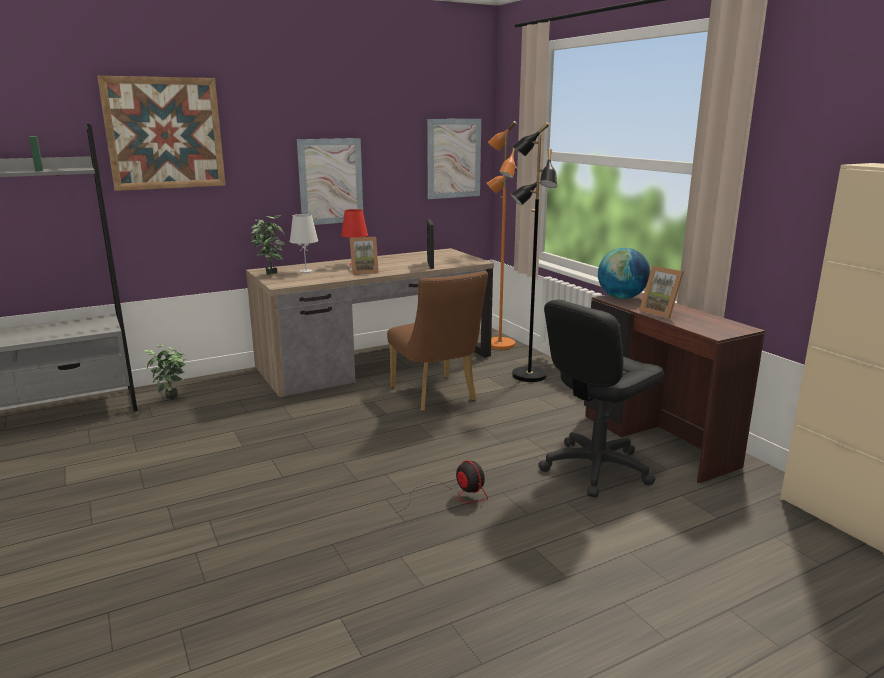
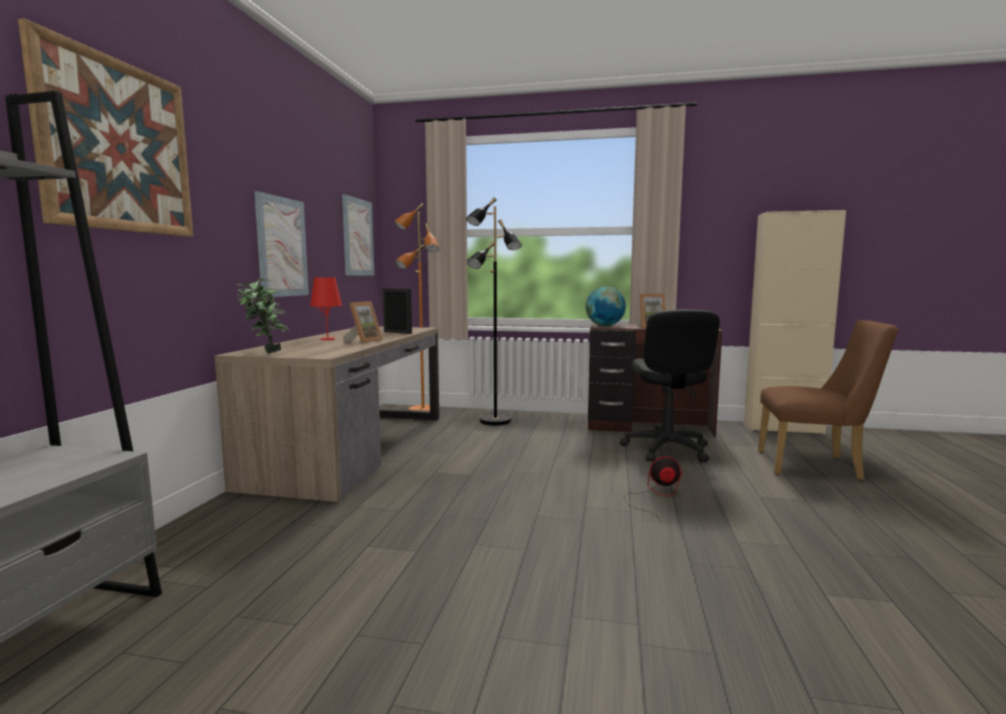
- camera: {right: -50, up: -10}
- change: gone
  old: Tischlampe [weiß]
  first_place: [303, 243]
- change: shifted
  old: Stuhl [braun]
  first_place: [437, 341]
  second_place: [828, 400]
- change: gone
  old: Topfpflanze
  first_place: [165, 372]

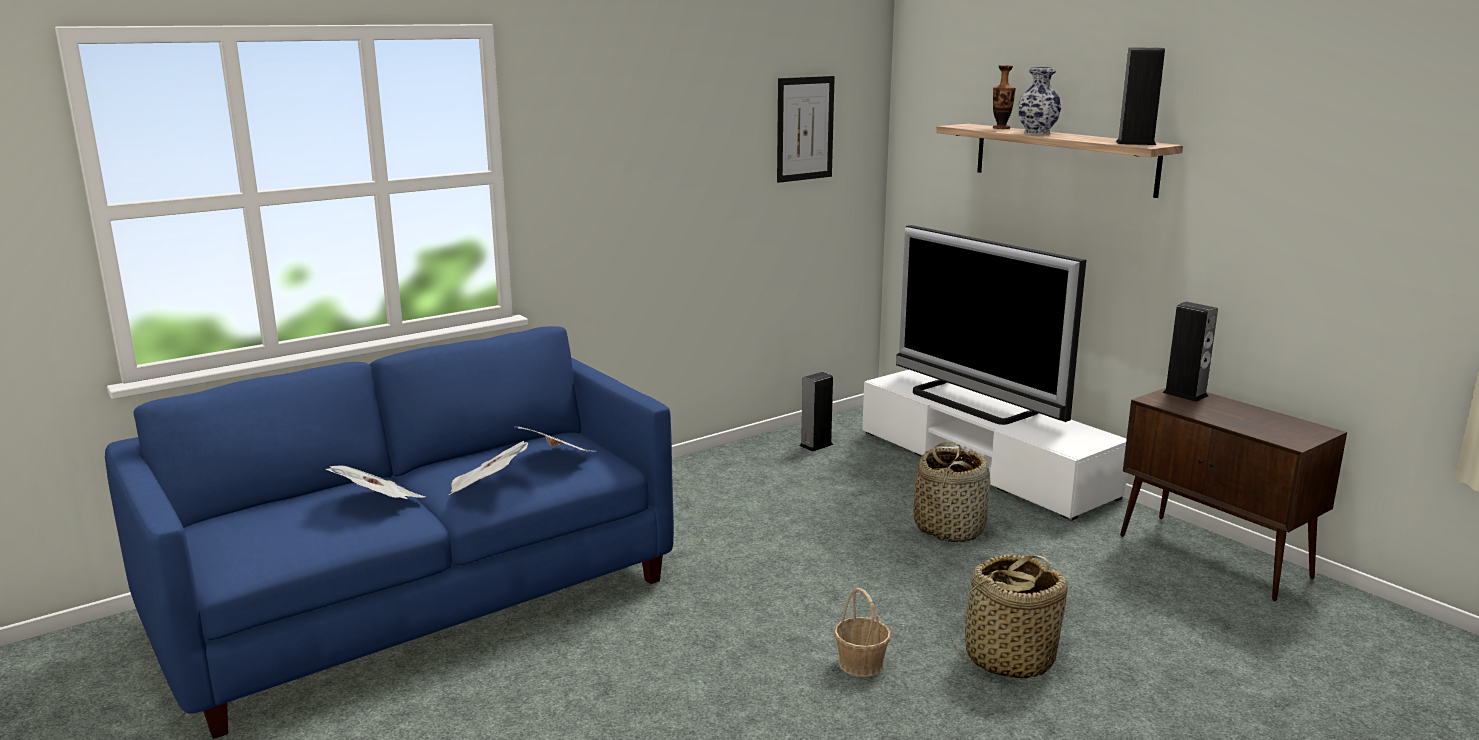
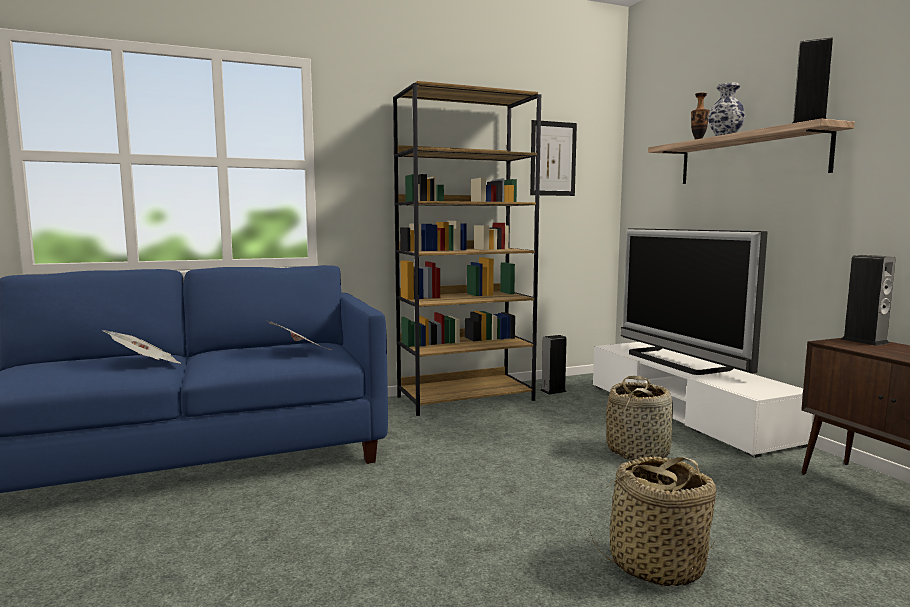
- camera: {right: 15, up: -10}
- change: gone
  old: Zeitung
  first_place: [488, 467]
- change: gone
  old: Korb
  first_place: [862, 632]
- change: new
  new: Bücherregal [braun]
  second_place: [467, 248]

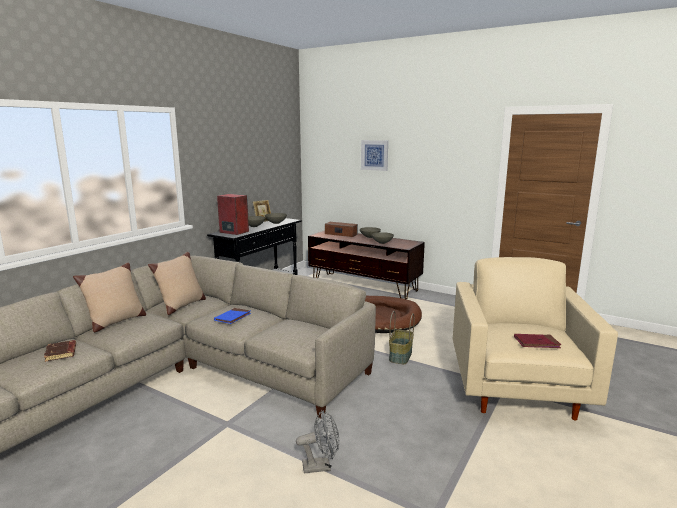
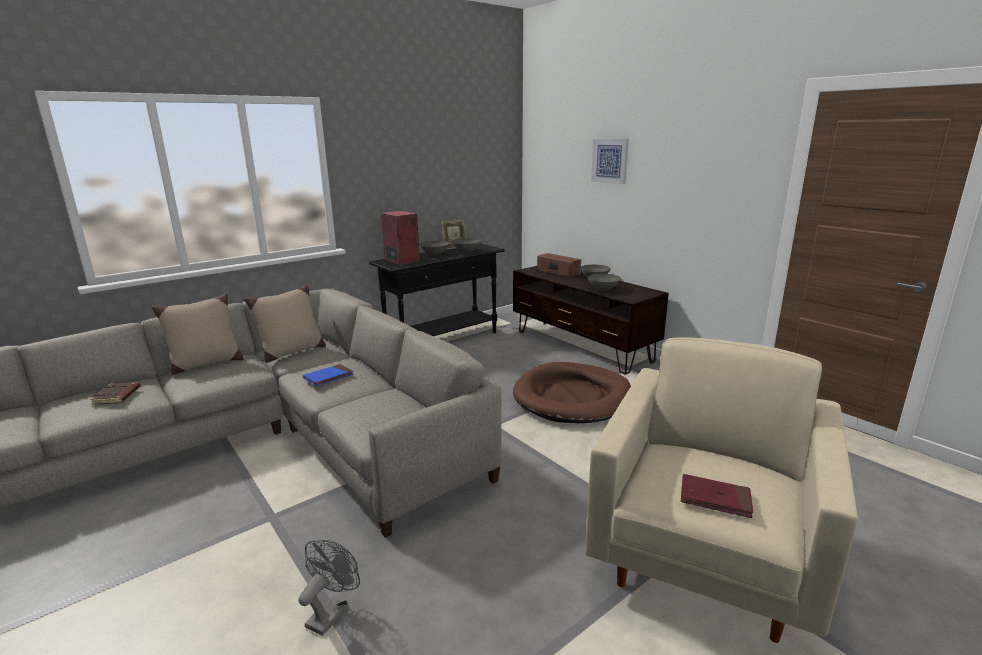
- camera: {right: 20, up: 5}
- change: gone
  old: Korb
  first_place: [402, 337]
- change: rotated
  old: Ventilator [grau]
  first_place: [317, 441]
  second_place: [329, 588]
  degrees: -75

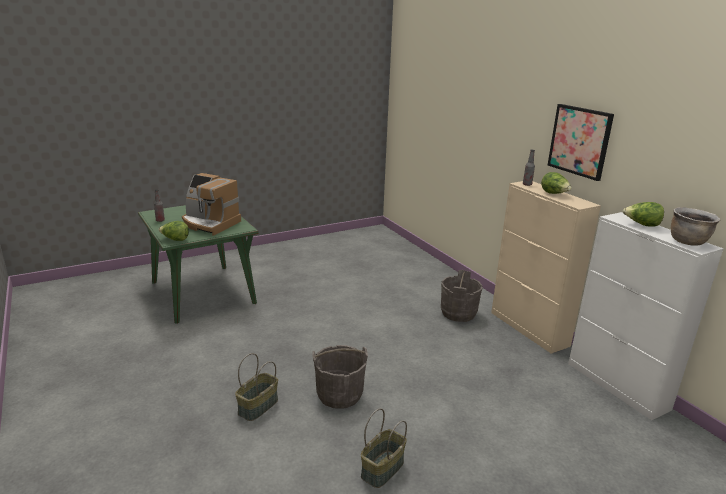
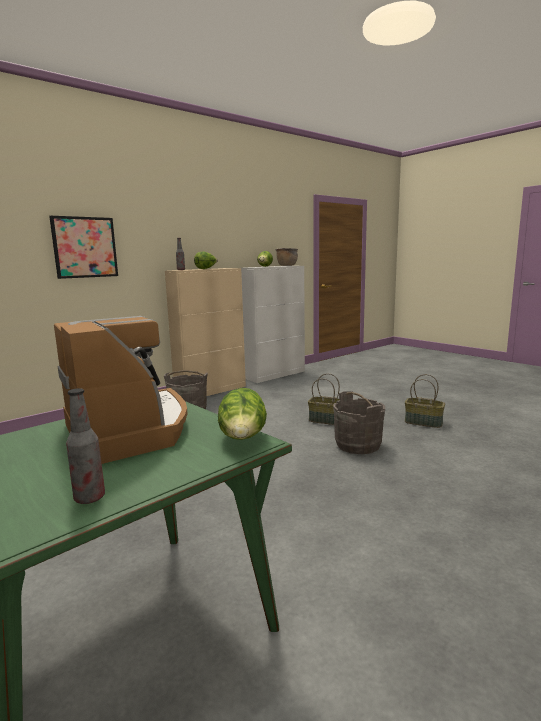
- camera: {right: -100, up: -10}
- change: shifted
  old: Bild
  first_place: [581, 142]
  second_place: [83, 247]
- change: rotated
  old: Kaffeemaschine
  first_place: [211, 204]
  second_place: [121, 390]
  degrees: -45
- change: shifted
  old: Korb
  first_place: [256, 387]
  second_place: [324, 399]

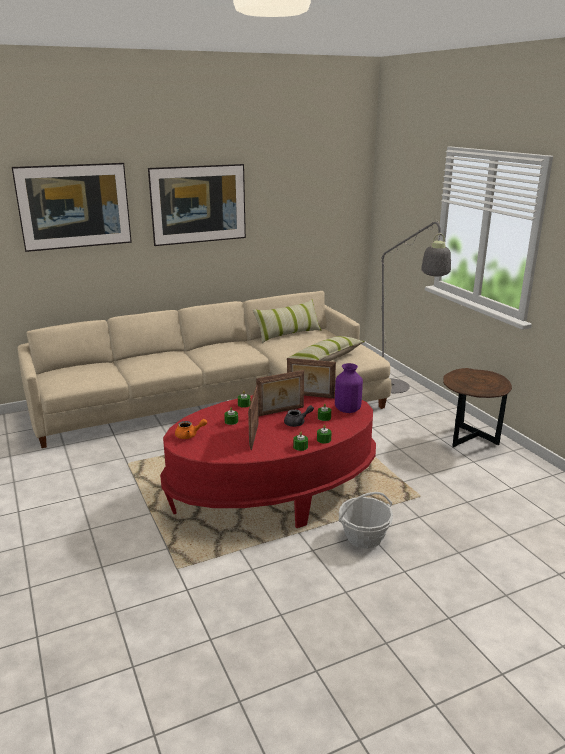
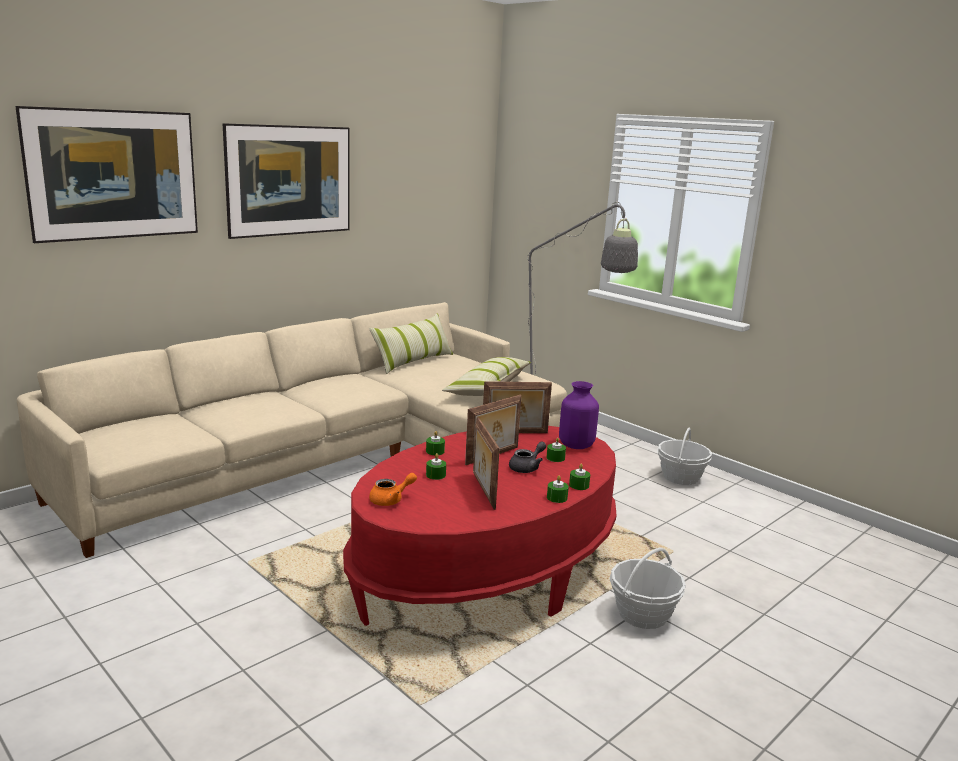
- camera: {right: -20, up: -5}
- change: swapped
  old: Beistelltisch [braun]
  new: Korb
  first_place: [477, 408]
  second_place: [684, 456]

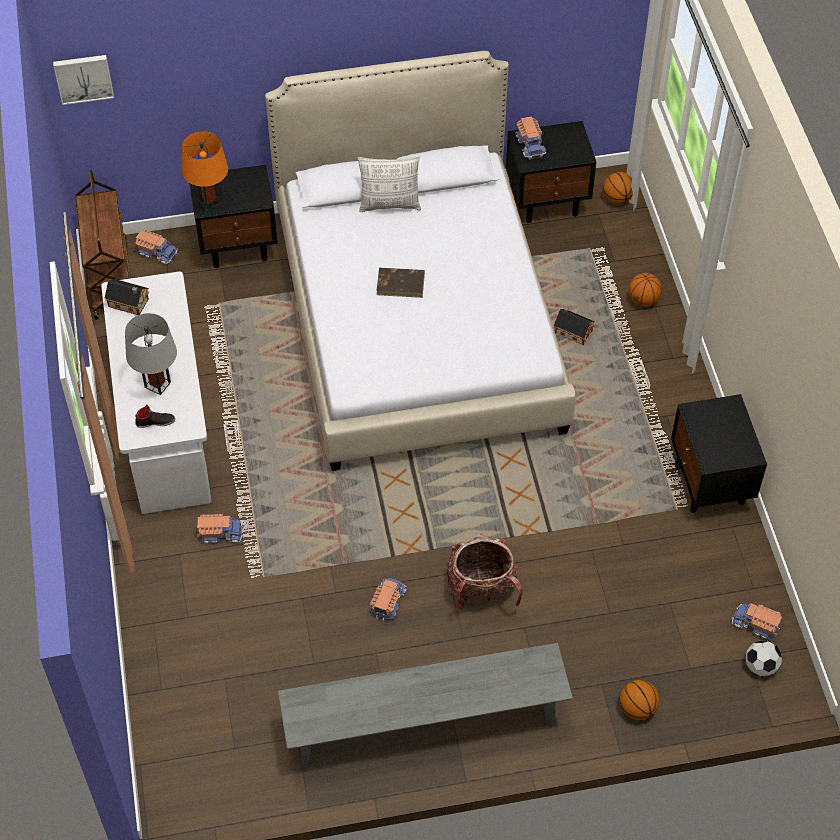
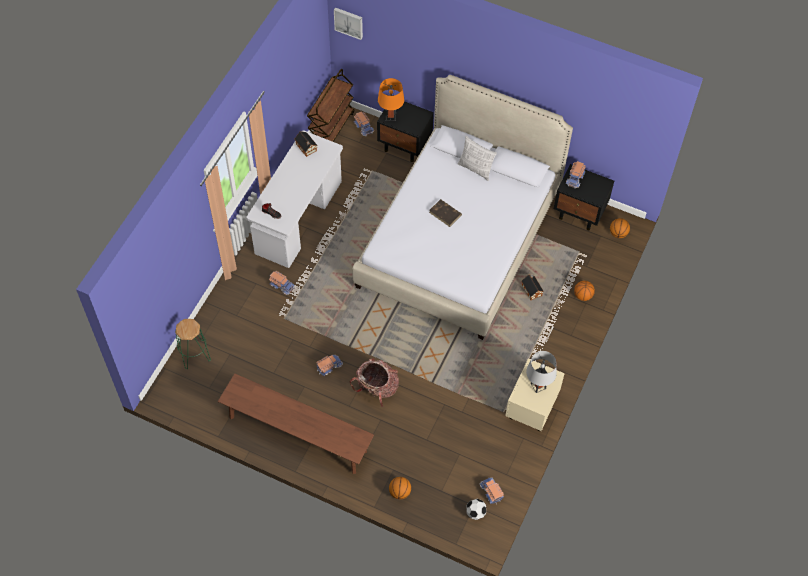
- camera: {right: 35, up: 5}
- change: shifted
  old: Tischlampe [grau]
  first_place: [151, 354]
  second_place: [541, 372]
- change: repainted
  old: Nachttisch [schwarz]
  new: Nachttisch [beige]
  first_place: [719, 453]
  second_place: [535, 395]
- change: repainted
  old: Bank [grau]
  new: Bank [braun]
  first_place: [425, 707]
  second_place: [296, 423]
- change: new
  new: Hocker [grün]
  second_place: [193, 344]

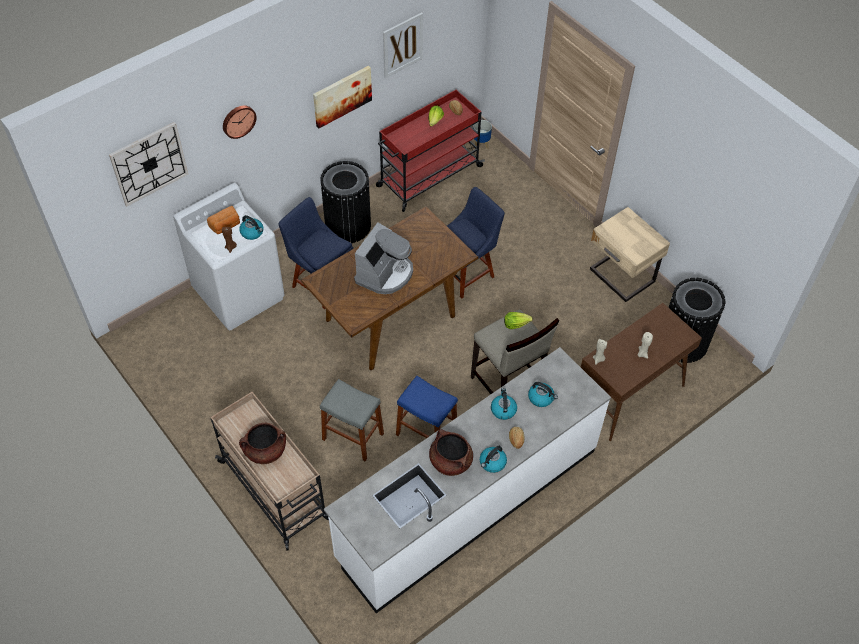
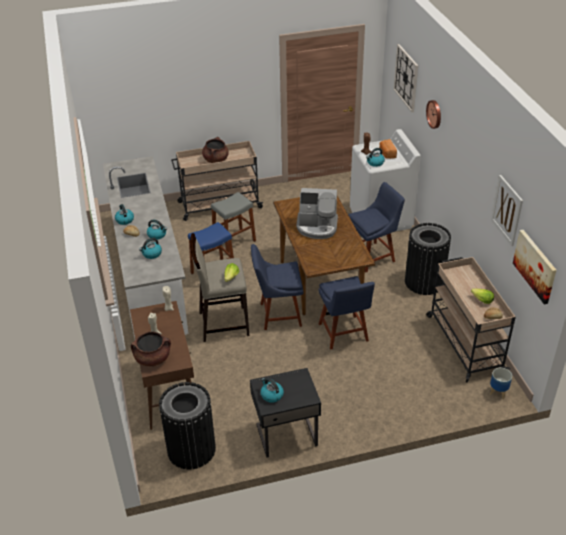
- camera: {right: 115, up: -15}
- change: shifted
  old: Bild
  first_place: [342, 97]
  second_place: [535, 267]
- change: repainted
  old: Rollwagen [rot]
  new: Rollwagen [beige]
  first_place: [430, 151]
  second_place: [471, 320]
- change: repainted
  old: Nachttisch [beige]
  new: Nachttisch [schwarz]
  first_place: [630, 254]
  second_place: [285, 413]
- change: rotated
  old: Kaffeemaschine
  first_place: [383, 258]
  second_place: [317, 213]
  degrees: -45
- change: shifted
  old: Kochtopf [braun]
  first_place: [451, 452]
  second_place: [151, 349]
- change: new
  new: Stuhl [blau]
  second_place: [277, 287]
- change: new
  new: Wasserkessel
  second_place: [272, 390]

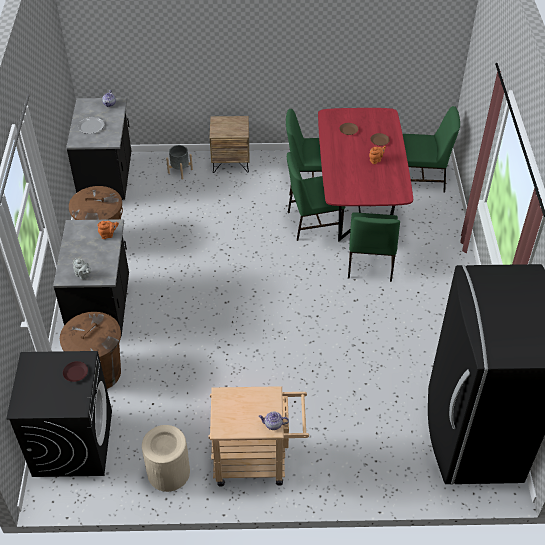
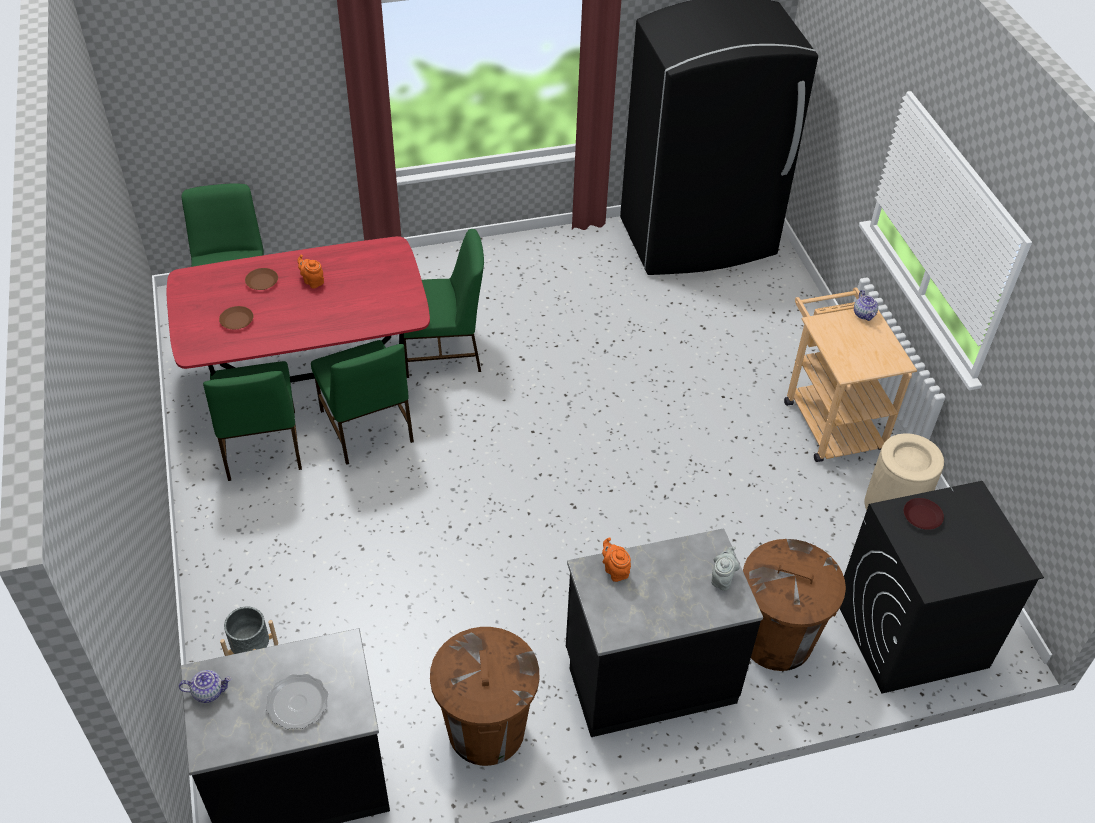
- camera: {right: -105, up: 0}
- change: gone
  old: Nachttisch [braun]
  first_place: [229, 144]

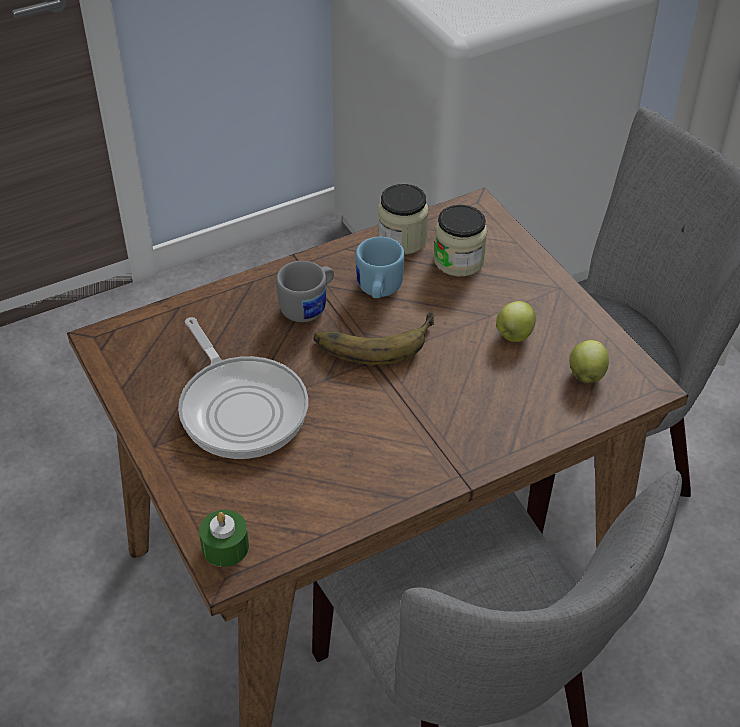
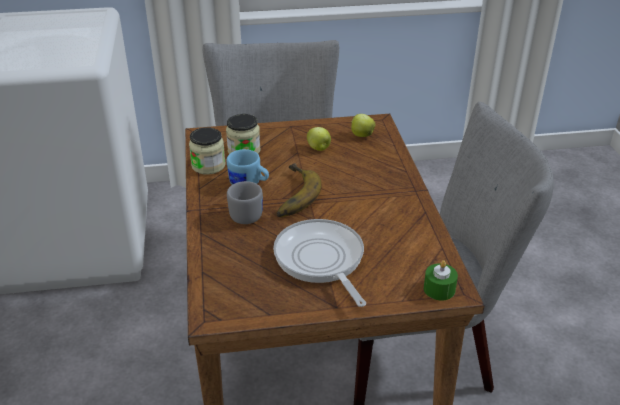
- camera: {right: -70, up: -10}
- change: rotated
  old: Pfanne
  first_place: [243, 388]
  second_place: [319, 263]
  degrees: -105

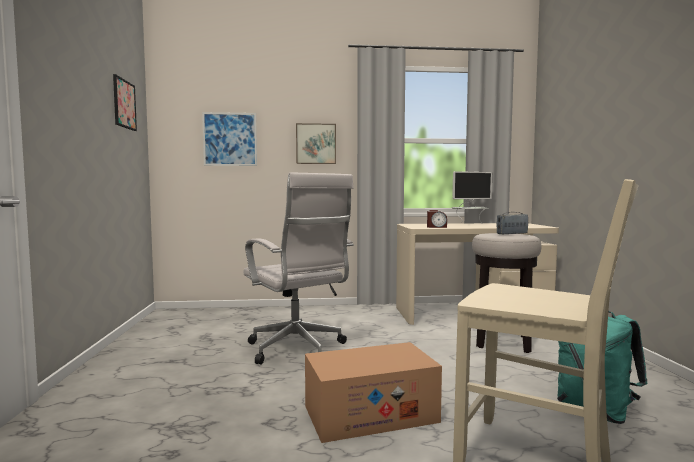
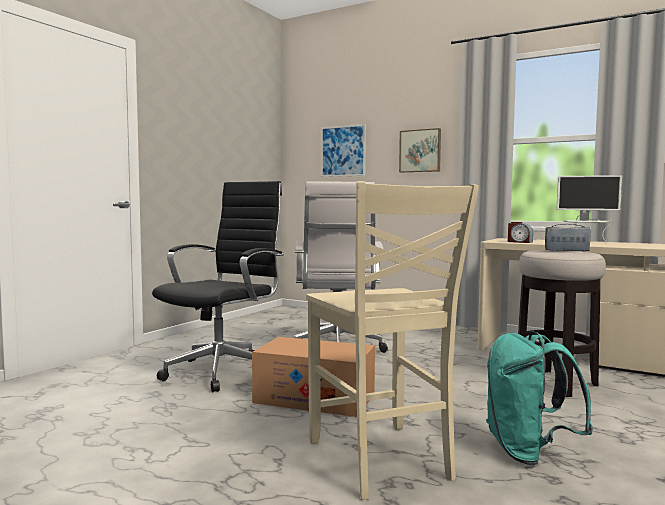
- camera: {right: 35, up: 0}
- change: gone
  old: Bild
  first_place: [125, 102]
- change: new
  new: Bürostuhl [schwarz]
  second_place: [218, 286]

